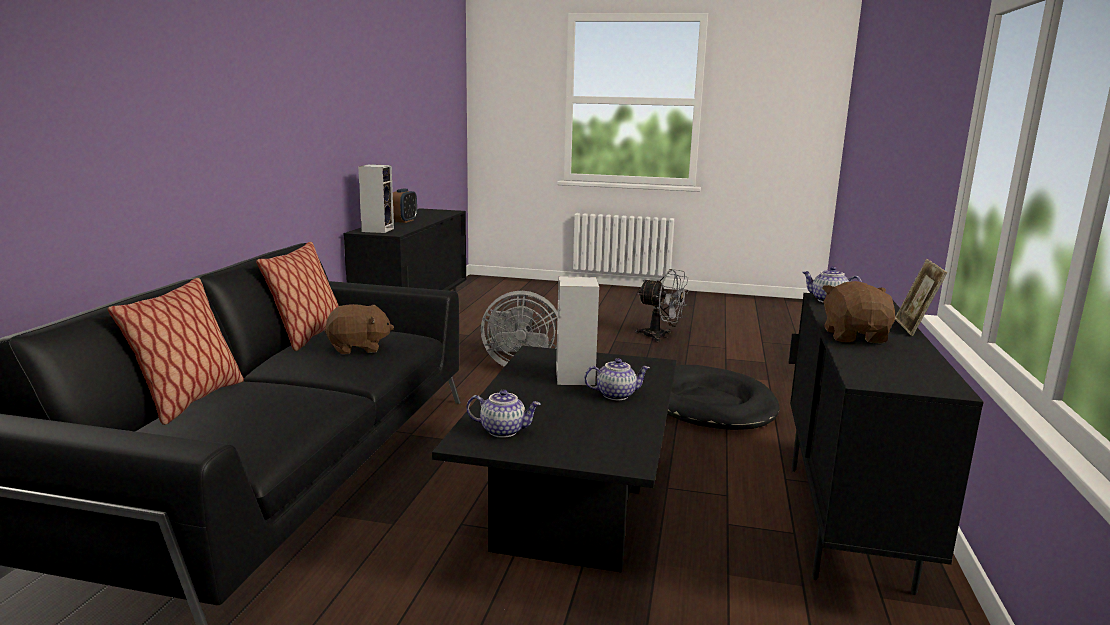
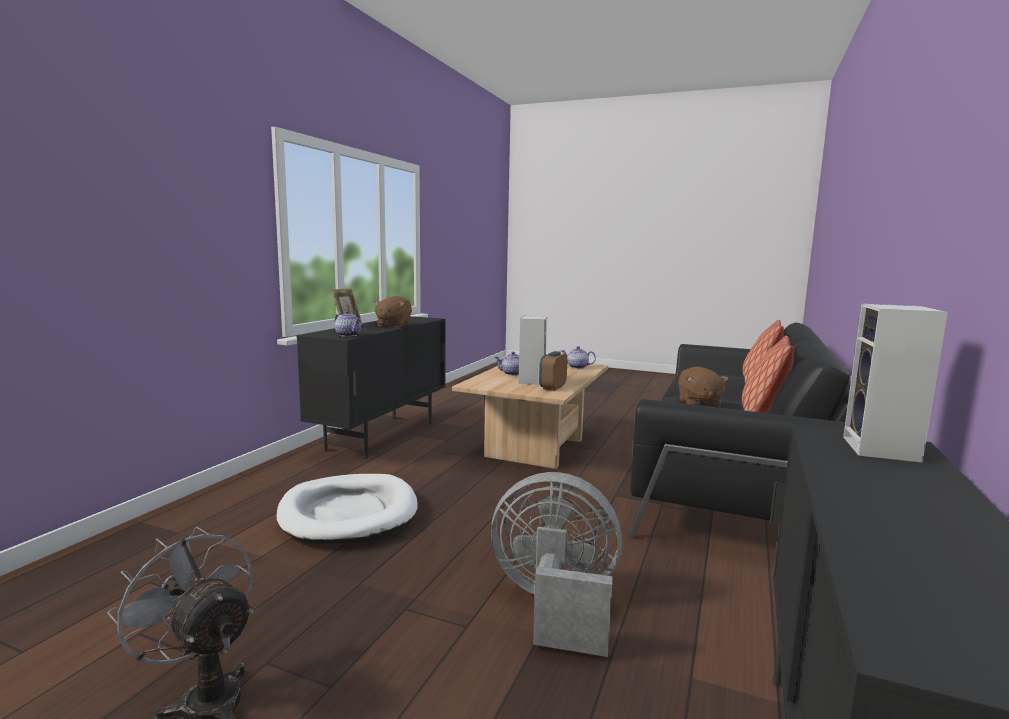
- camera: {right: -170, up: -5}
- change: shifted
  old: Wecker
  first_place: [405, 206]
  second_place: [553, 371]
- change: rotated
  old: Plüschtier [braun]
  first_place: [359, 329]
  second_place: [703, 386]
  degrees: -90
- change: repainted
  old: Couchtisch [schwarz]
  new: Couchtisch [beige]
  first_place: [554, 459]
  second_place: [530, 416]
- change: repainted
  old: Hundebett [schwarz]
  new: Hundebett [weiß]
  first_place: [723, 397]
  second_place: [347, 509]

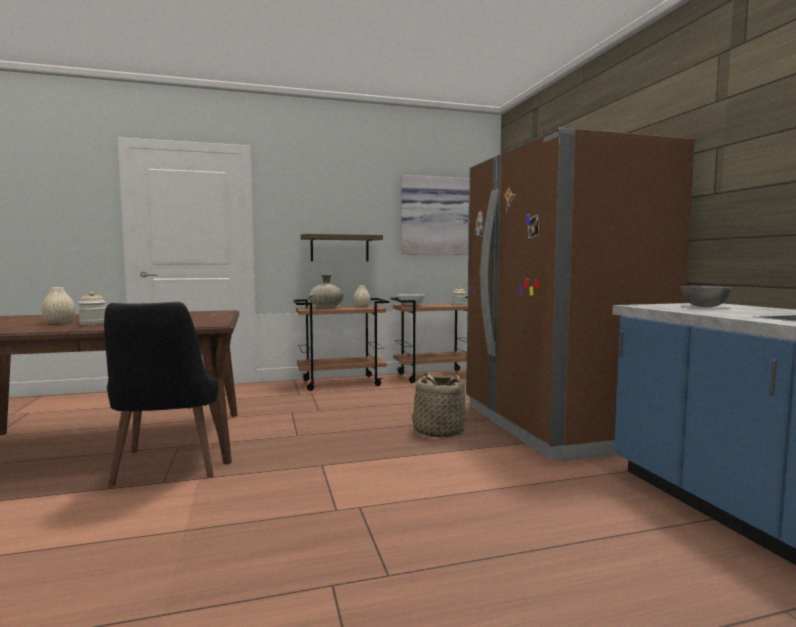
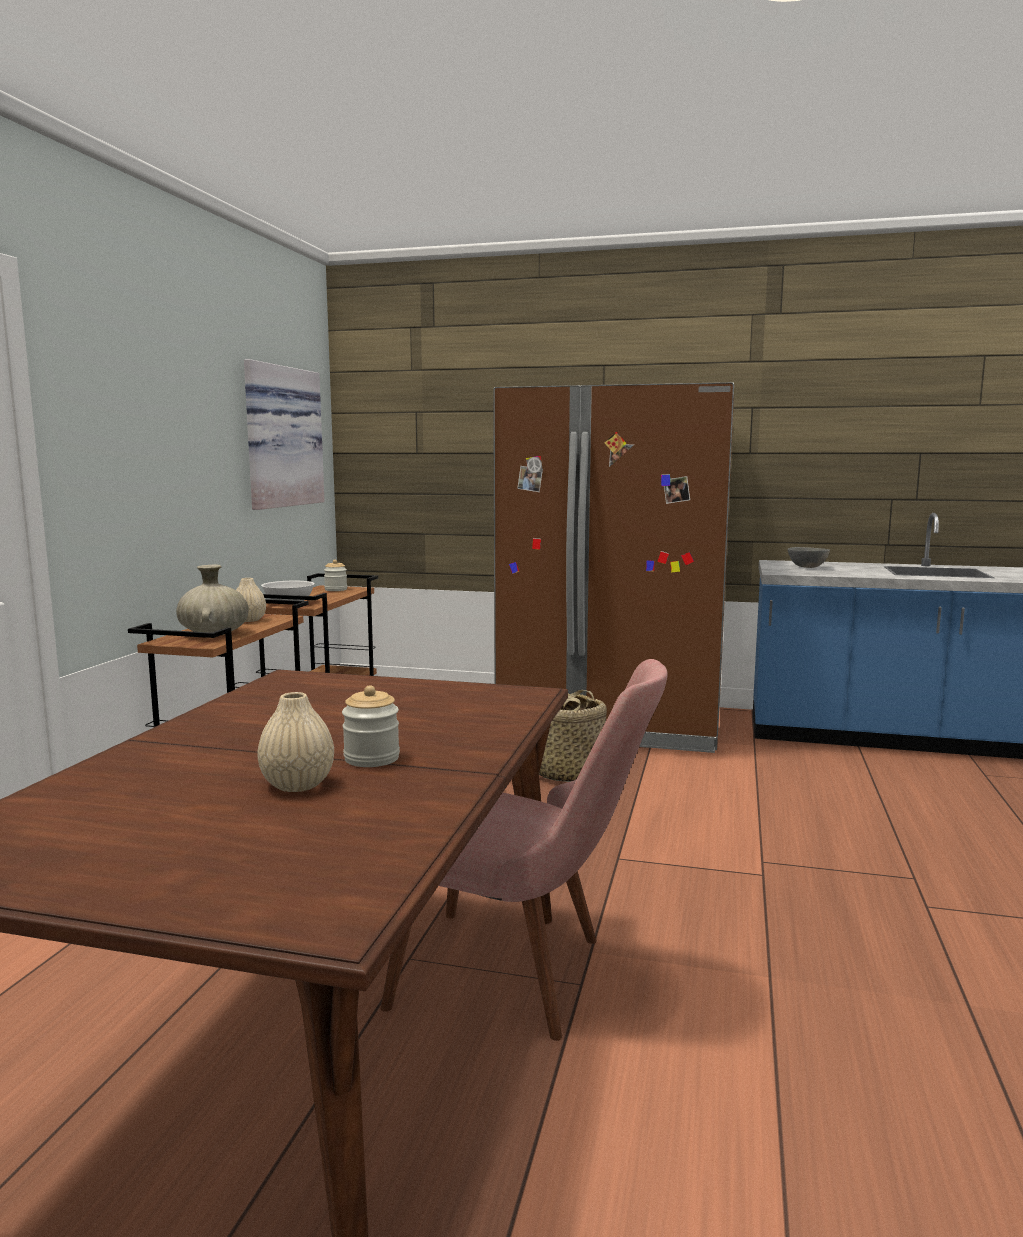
- camera: {right: -60, up: 5}
- change: gone
  old: Wandregal
  first_place: [342, 247]
- change: repainted
  old: Stuhl [schwarz]
  new: Stuhl [rosa]
  first_place: [161, 395]
  second_place: [524, 850]

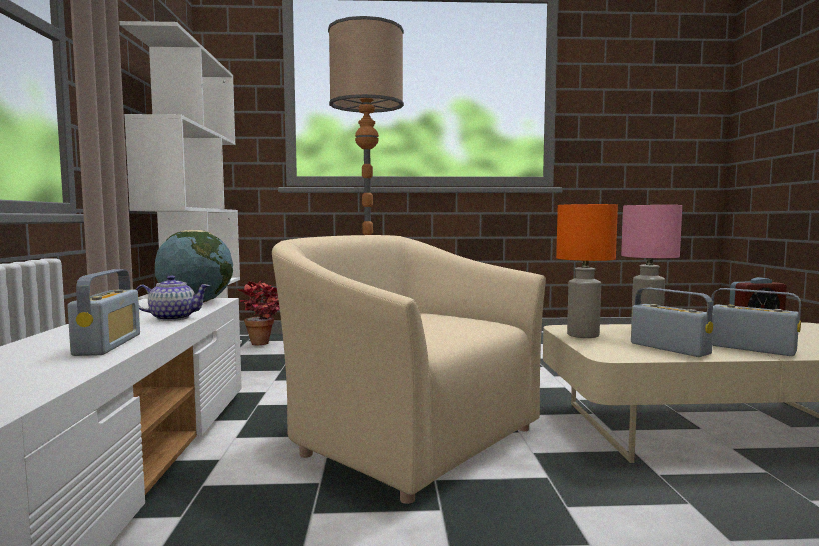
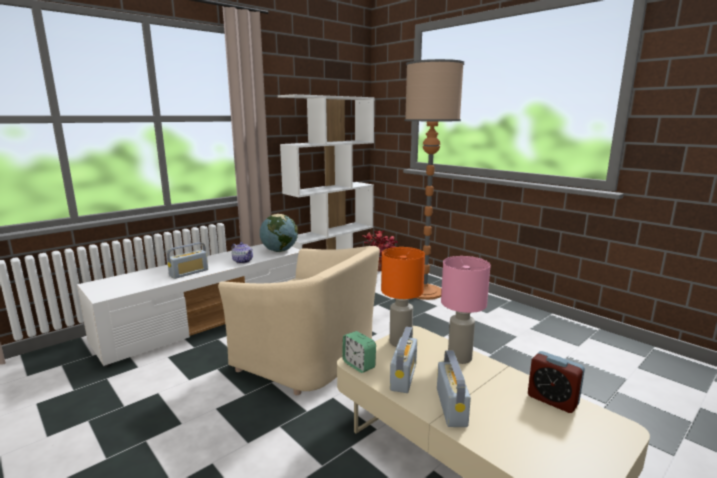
- camera: {right: 50, up: 10}
- change: rotated
  old: Sessel [beige]
  first_place: [409, 369]
  second_place: [299, 320]
  degrees: 120
- change: new
  new: Wecker
  second_place: [359, 352]

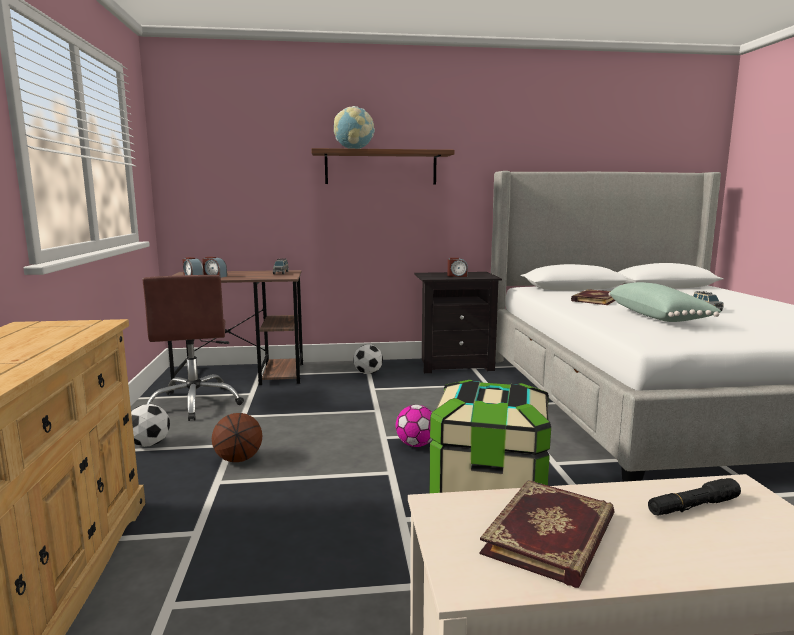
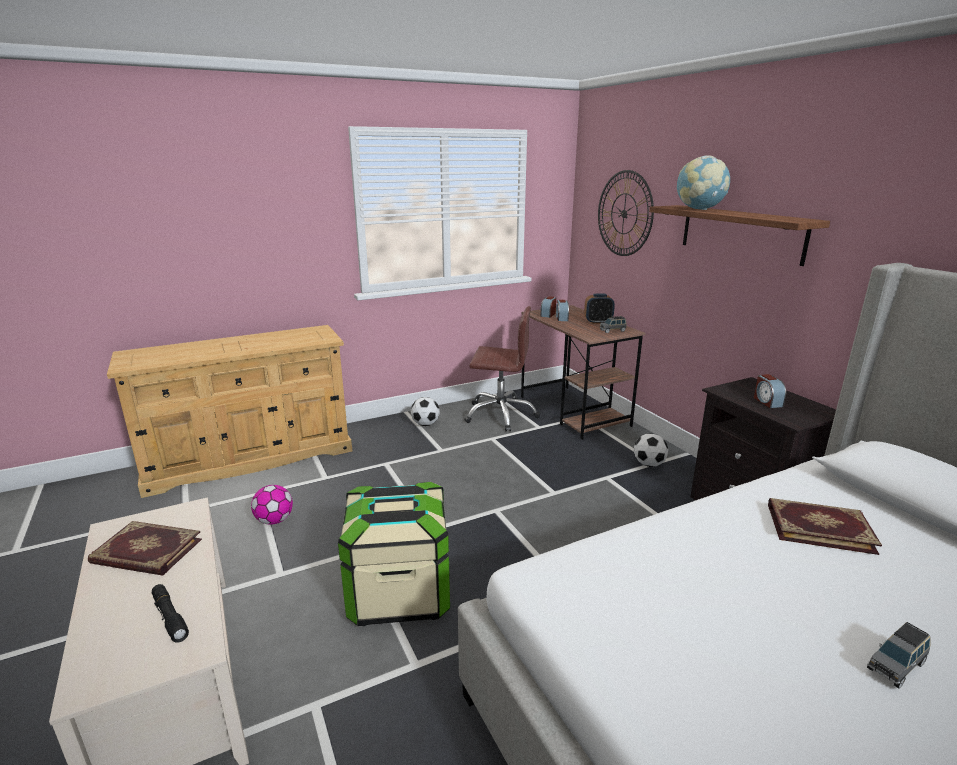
- camera: {right: 70, up: 10}
- change: rotated
  old: Bürostuhl [braun]
  first_place: [193, 348]
  second_place: [502, 369]
  degrees: -135
- change: gone
  old: Kissen [grün]
  first_place: [665, 302]
- change: shifted
  old: Fußball
  first_place: [414, 426]
  second_place: [272, 505]
- change: gone
  old: Basketball
  first_place: [237, 437]
- change: new
  new: Wanduhr
  second_place: [626, 213]
- change: new
  new: Wecker
  second_place: [599, 308]

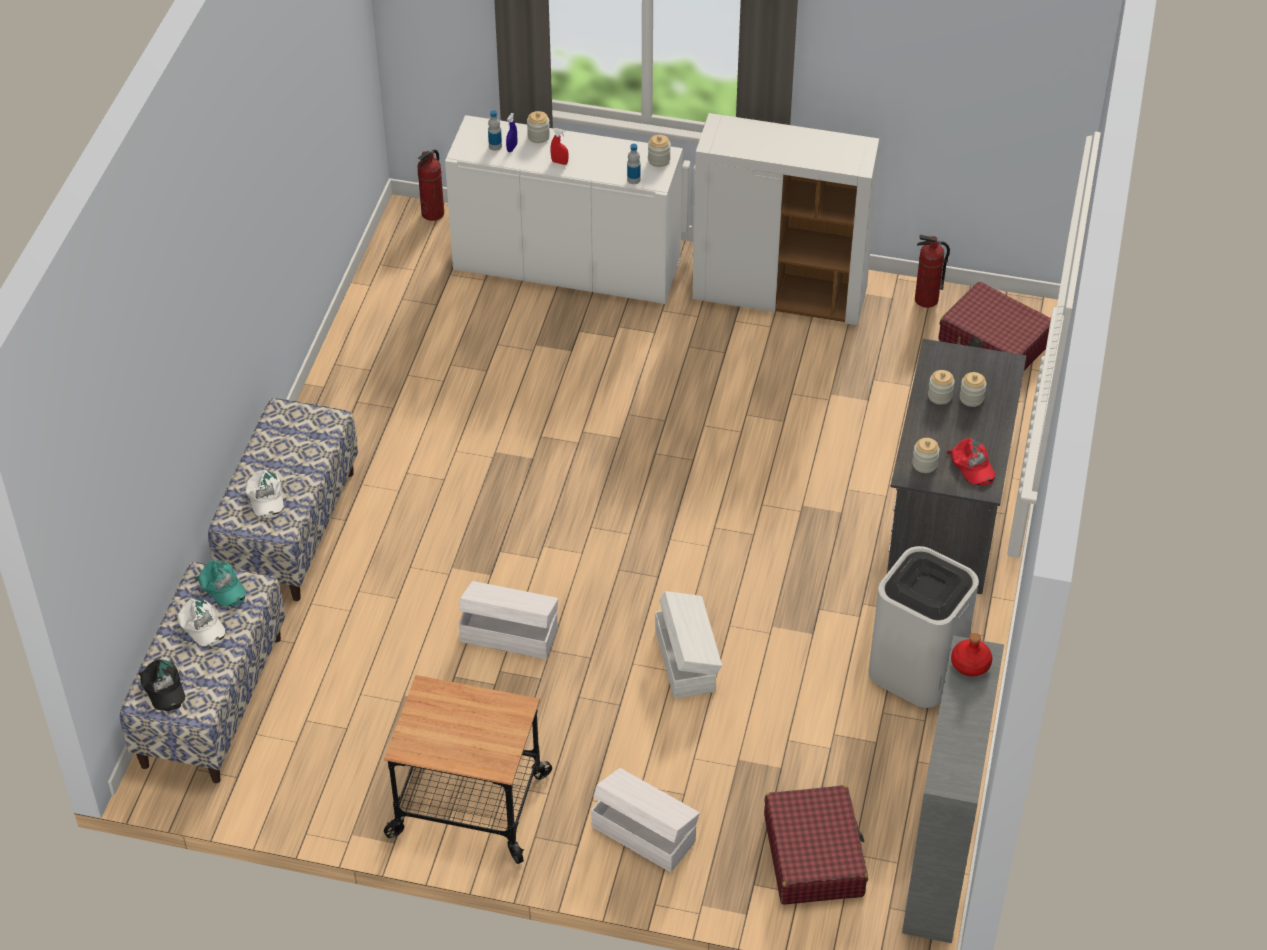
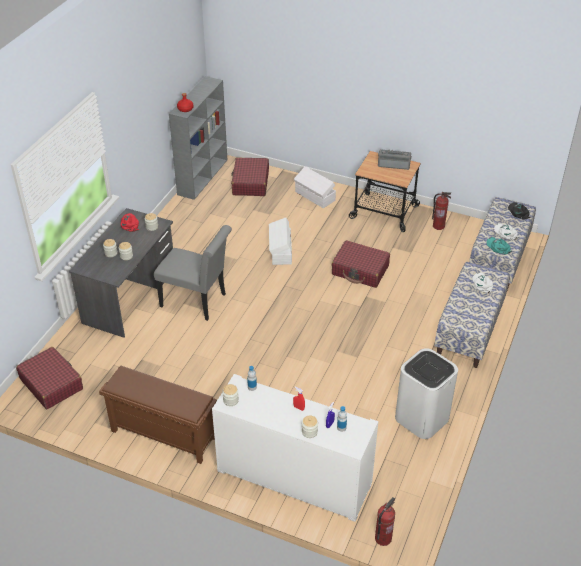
- camera: {right: -170, up: -5}
- change: swapped
  old: Schrank [weiß]
  new: Schuhregal [braun]
  first_place: [785, 219]
  second_place: [158, 415]
- change: shifted
  old: Feuerlöscher
  first_place: [932, 271]
  second_place: [441, 211]
- change: shifted
  old: Mülleimer [weiß]
  first_place: [923, 627]
  second_place: [426, 393]
- change: swapped
  old: Aufbewahrungsbox [weiß]
  new: Koffer [rot]
  first_place: [508, 620]
  second_place: [361, 264]
- change: new
  new: Radio
  second_place: [395, 159]
- change: new
  new: Stuhl [grau]
  second_place: [193, 273]

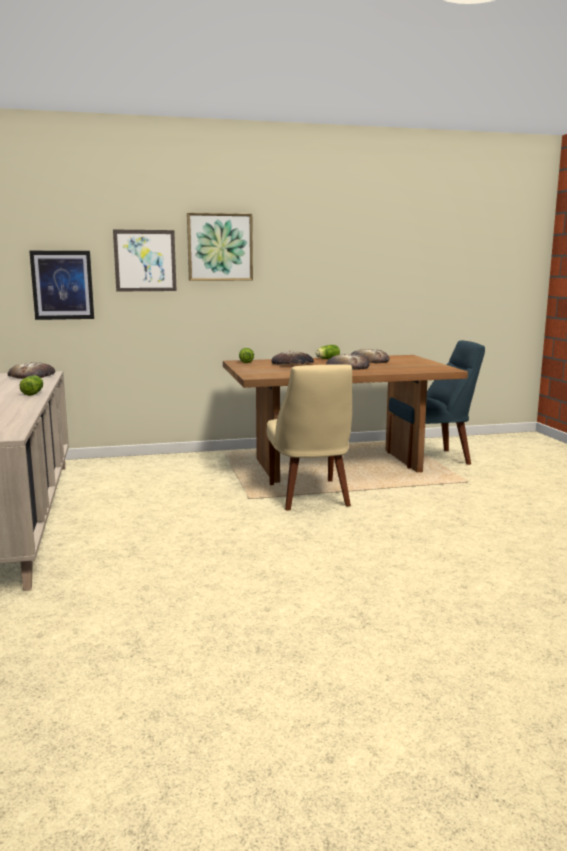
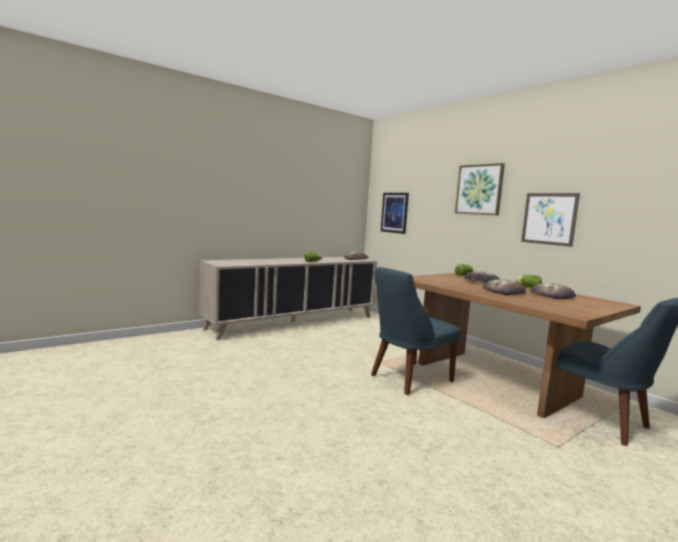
- camera: {right: 65, up: -5}
- change: shifted
  old: Bild
  first_place: [145, 261]
  second_place: [550, 220]
- change: repainted
  old: Stuhl [beige]
  new: Stuhl [blau]
  first_place: [309, 437]
  second_place: [415, 331]

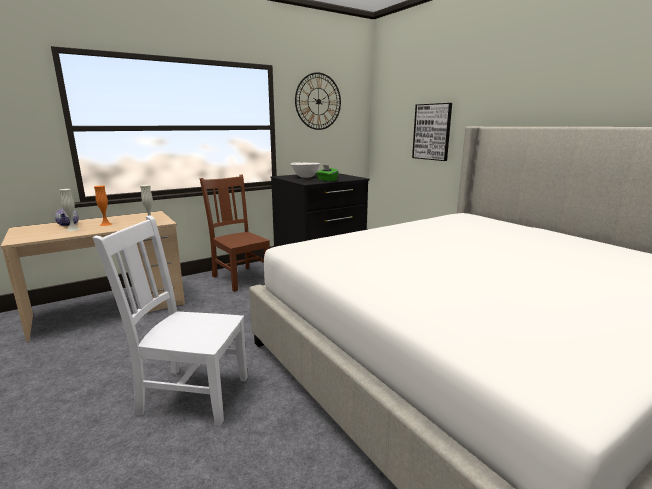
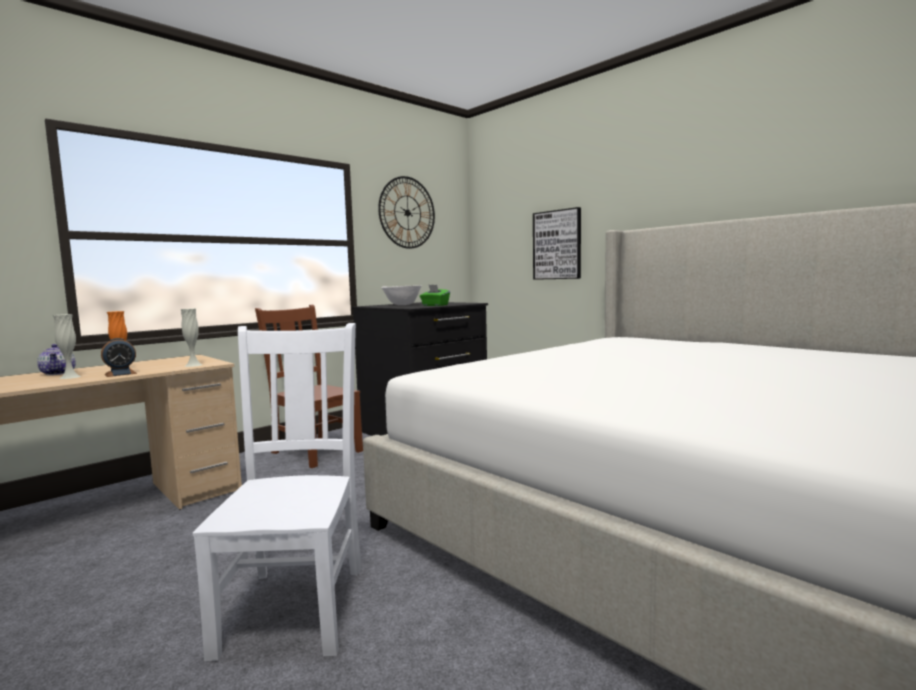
- camera: {right: -10, up: -10}
- change: rotated
  old: Stuhl [weiß]
  first_place: [170, 320]
  second_place: [277, 492]
  degrees: 90
- change: new
  new: Wecker
  second_place: [119, 357]

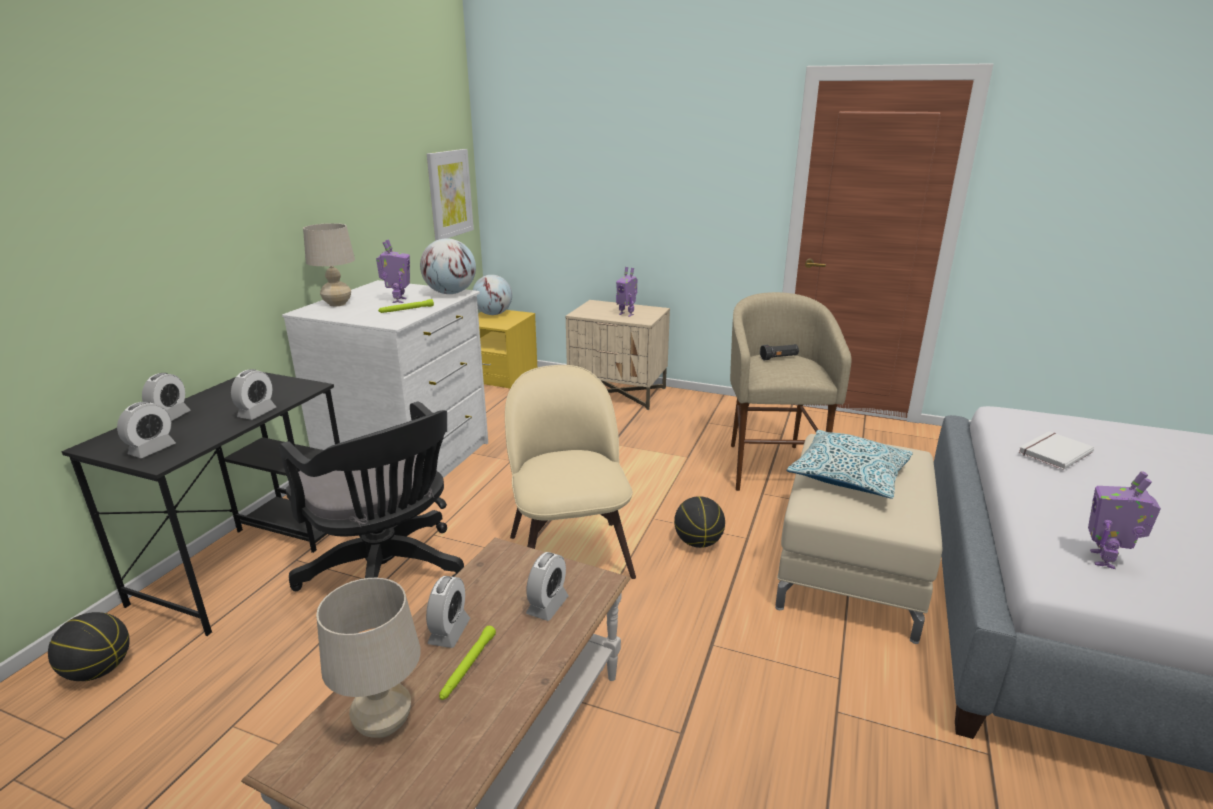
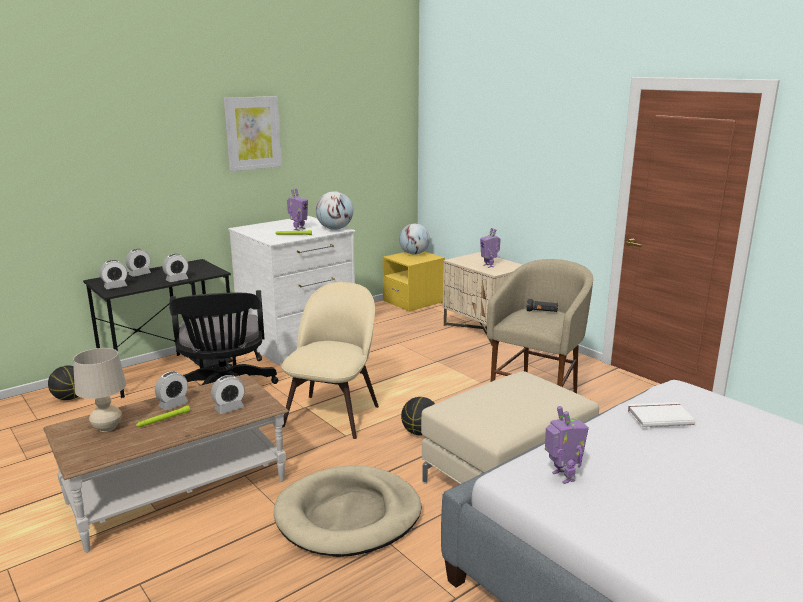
- camera: {right: 30, up: -5}
- change: shifted
  old: Bild
  first_place: [450, 195]
  second_place: [253, 134]
- change: gone
  old: Tischlampe [beige]
  first_place: [329, 264]
- change: gone
  old: Kissen
  first_place: [850, 464]
- change: rotated
  old: Spielzeugroboter
  first_place: [1124, 520]
  second_place: [567, 445]
  degrees: 105
- change: new
  new: Hundebett [beige]
  second_place: [348, 511]

